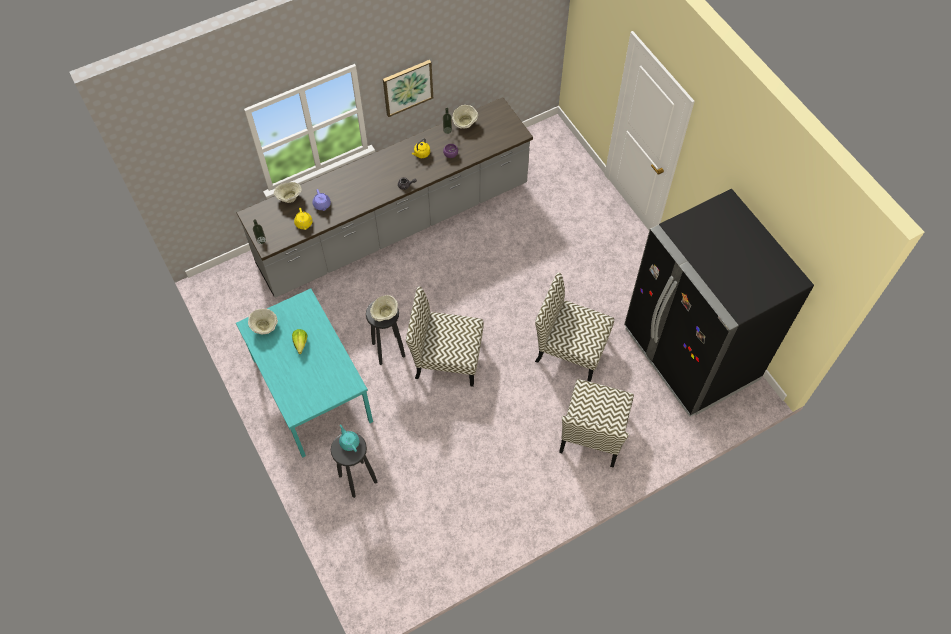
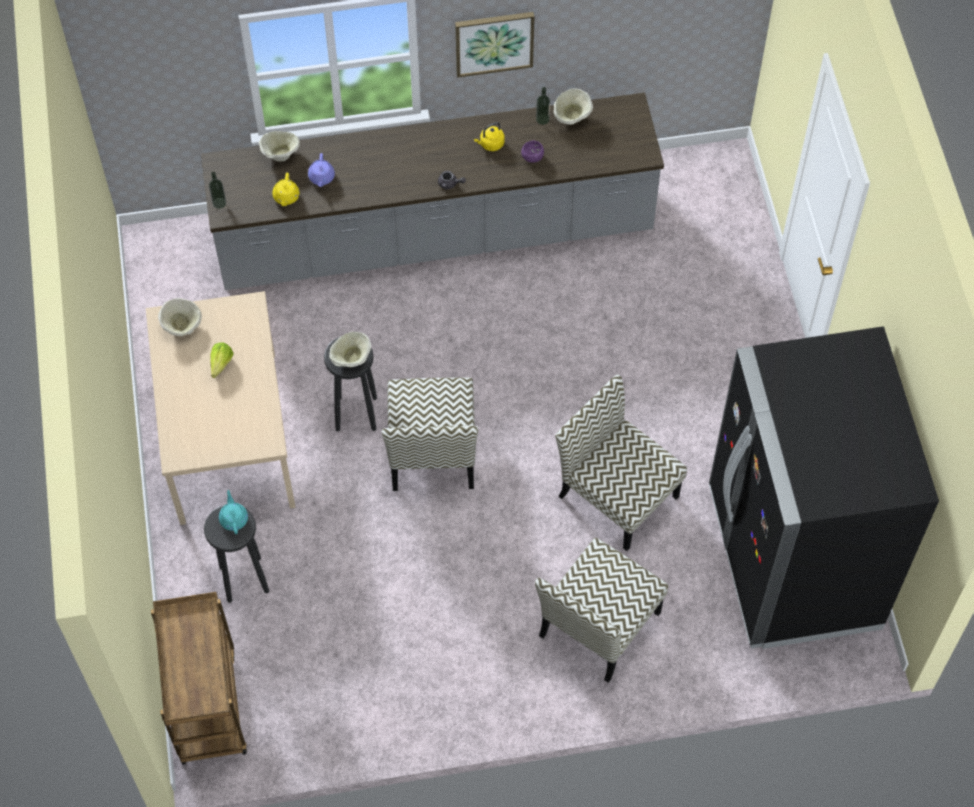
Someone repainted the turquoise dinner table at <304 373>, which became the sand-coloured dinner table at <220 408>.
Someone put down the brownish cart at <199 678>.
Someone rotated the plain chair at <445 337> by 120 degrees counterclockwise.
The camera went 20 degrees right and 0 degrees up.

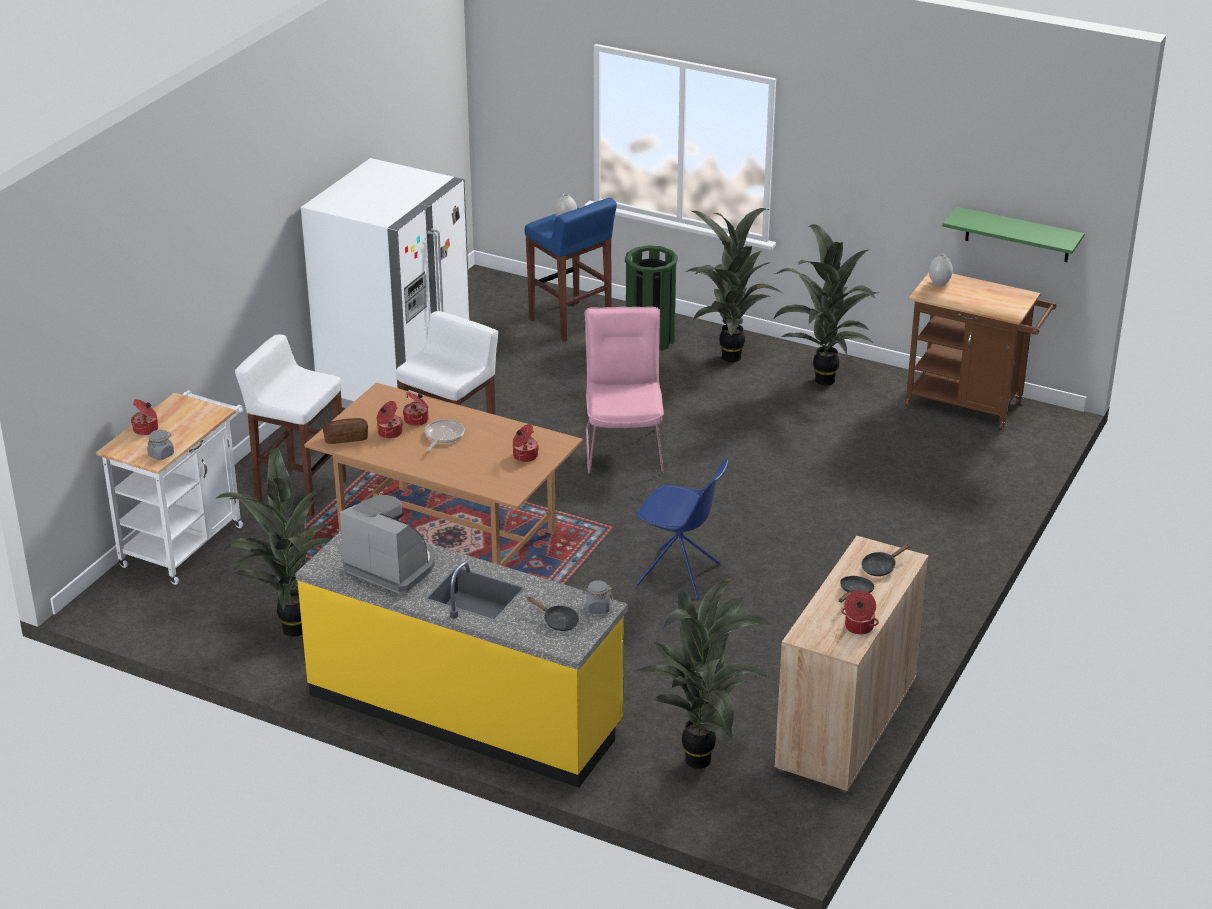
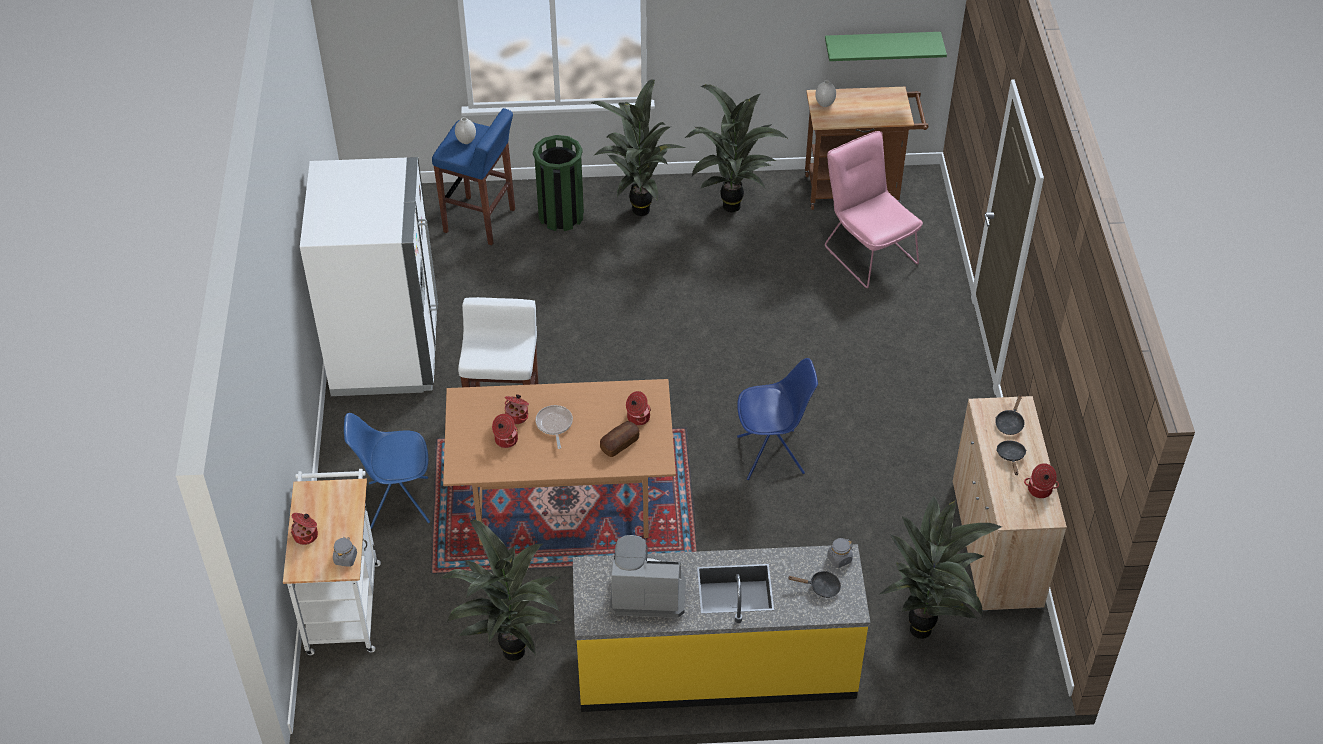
Someone swapped the whitish stool at <290 425> for the blue plain chair at <387 471>.
Someone carried the baked bread from <345 431> to <620 439>.
Someone carried the pink plain chair from <624 390> to <874 209>.
The camera went 30 degrees left and 15 degrees up.

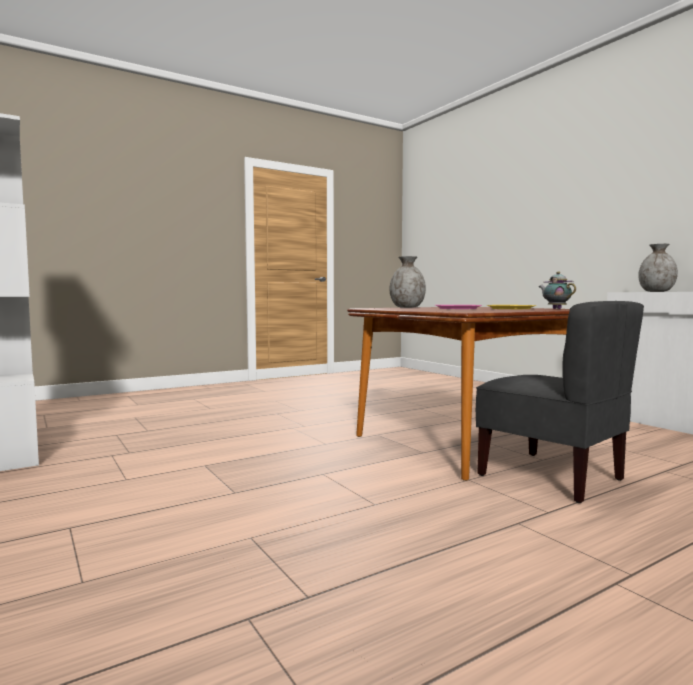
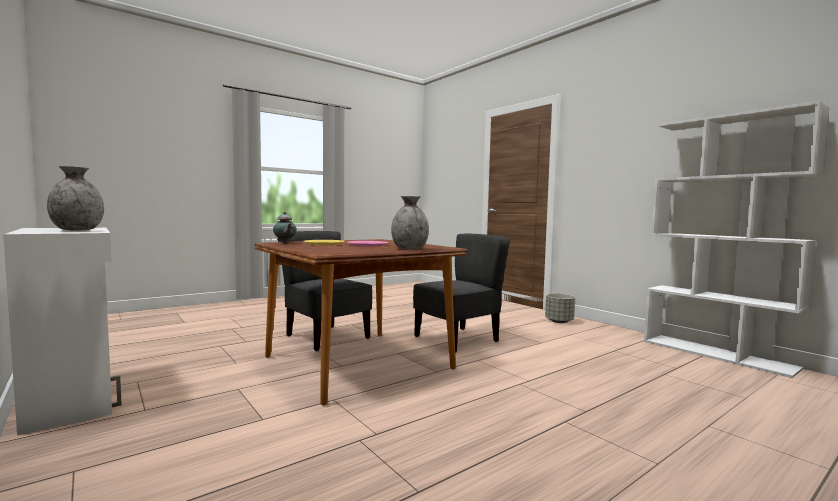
Someone put down the gray plain chair at <461 293>.
Someone put down the gray plant pot at <560 308>.
The camera went 175 degrees right and 0 degrees up.

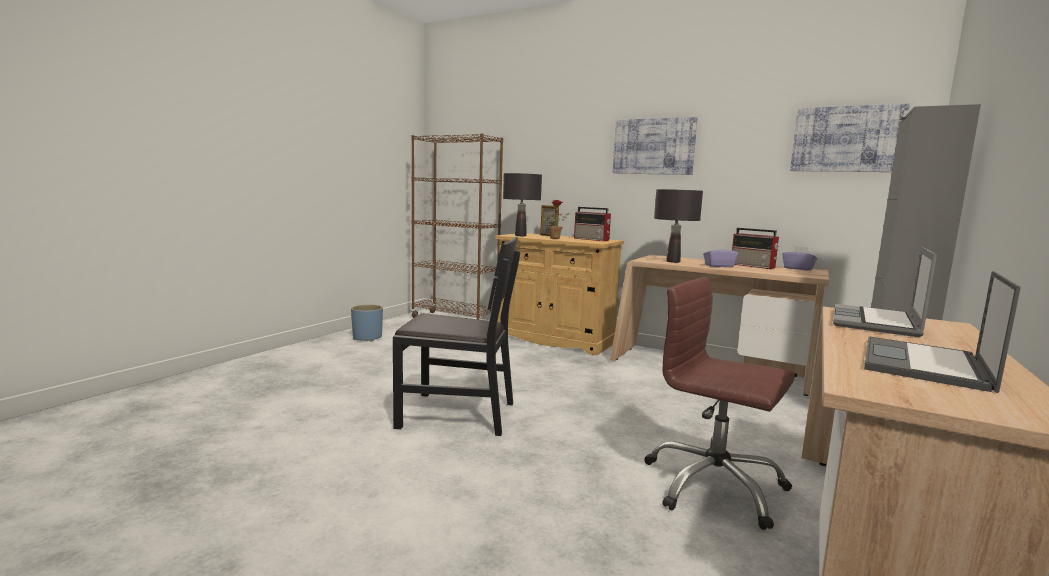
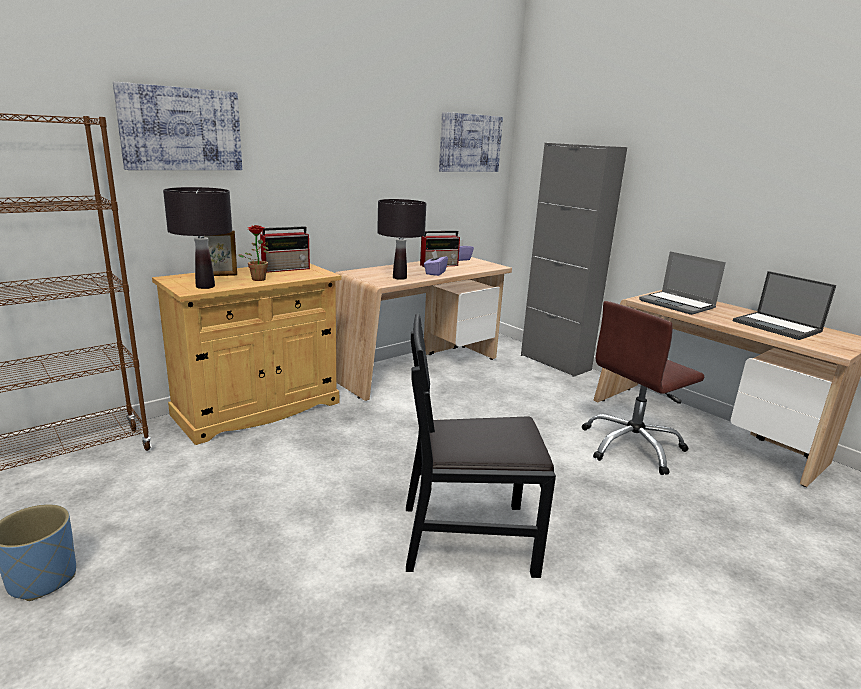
Someone carried the wall art from <655 146> to <177 126>.
Someone rotated the black-coloured plain chair at <456 336> by 120 degrees counterclockwise.
The camera went 70 degrees left and 10 degrees up.

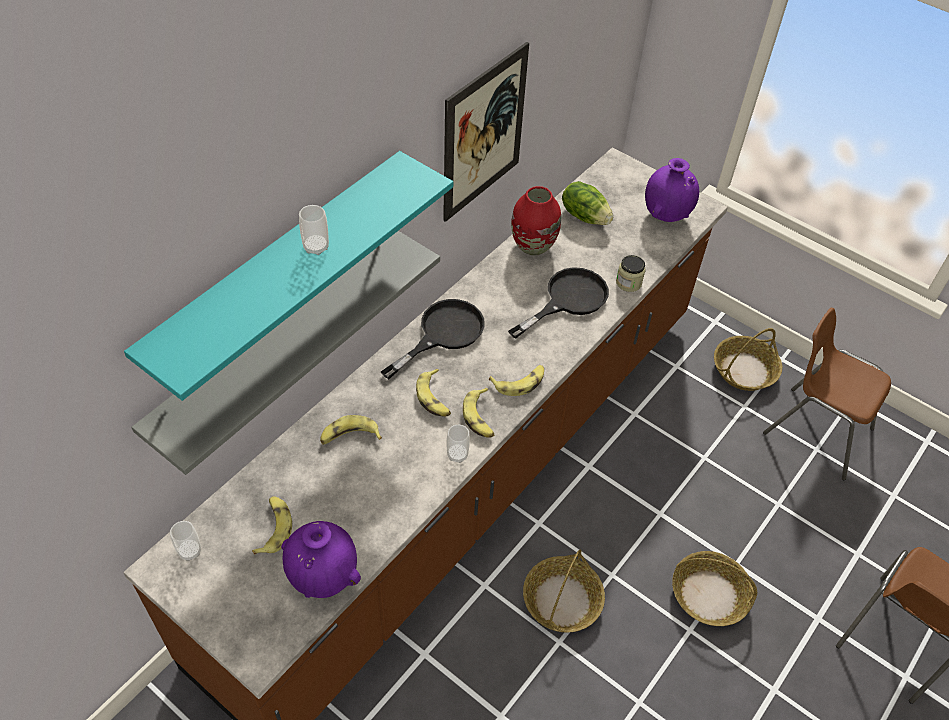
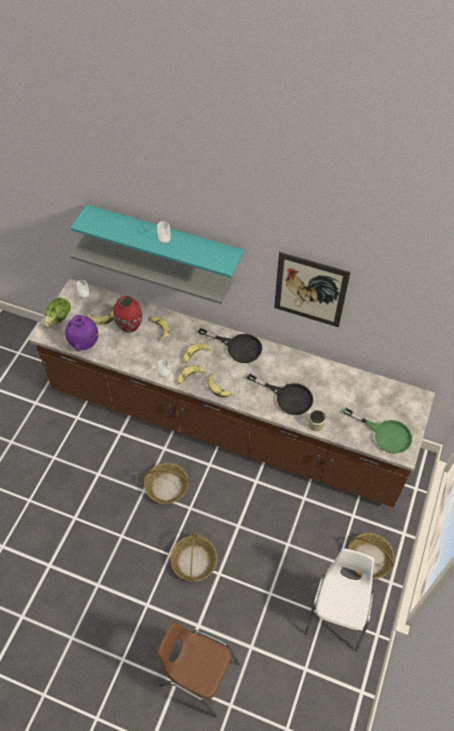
Someone carried the head of lettuce from <587 203> to <57 313>.
Someone carried the red decorative vase from <536 220> to <127 314>.
Someone repainted the brownish plain chair at <827 393>, which became the whitish plain chair at <339 600>.
Someone swapped the purplish decorative vase at <672 190> for the green frying pan at <377 431>.
The camera went 75 degrees right and 5 degrees up.

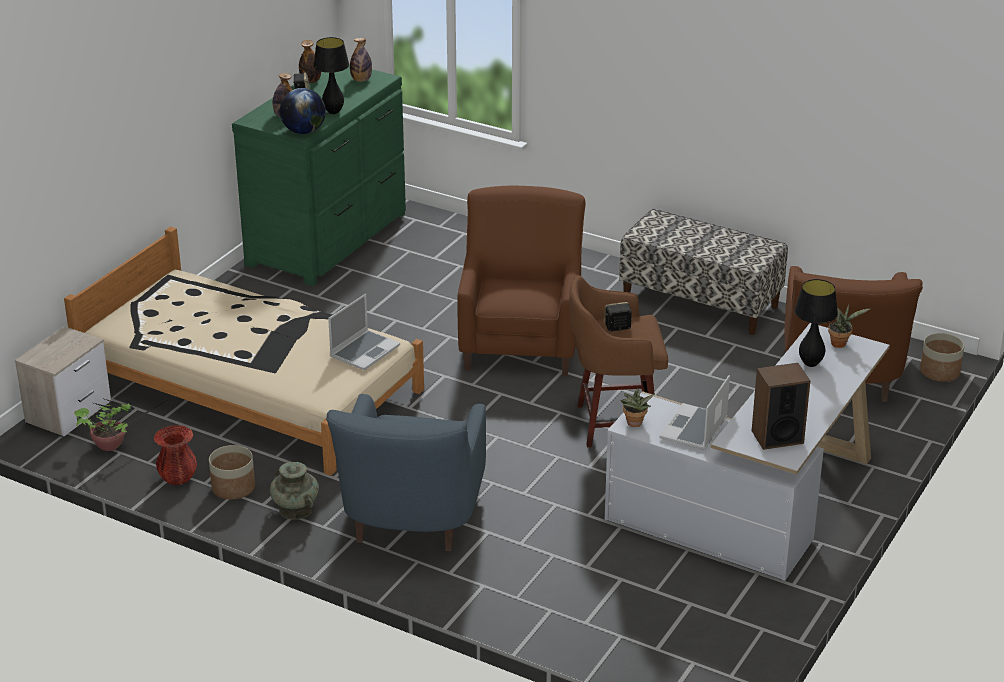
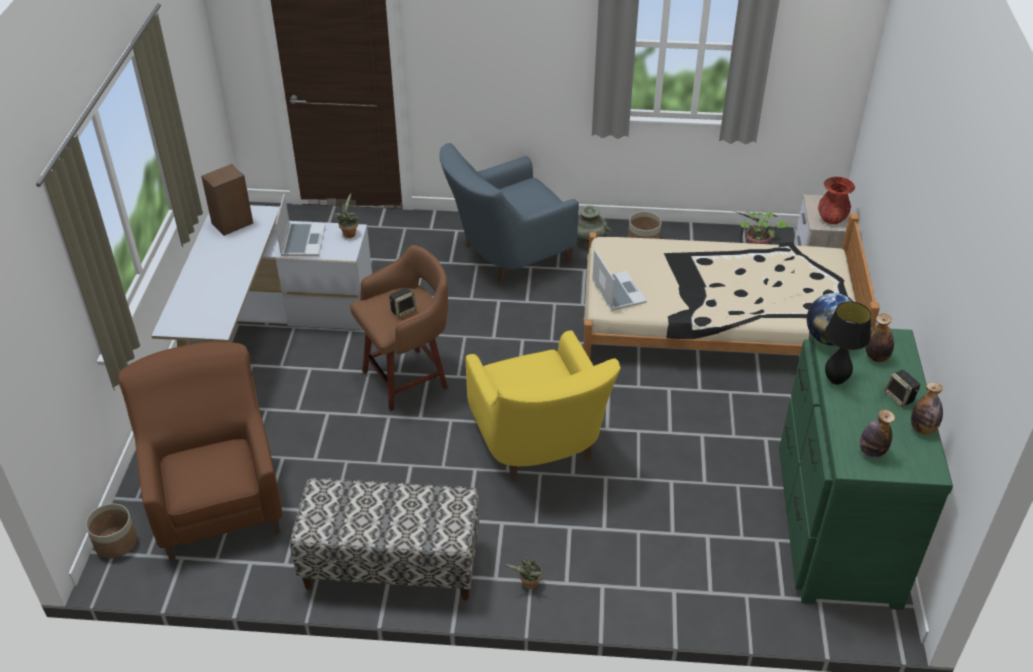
Someone rotated the blue armchair at <406 472> by 105 degrees counterclockwise.
Someone repainted the brownish armchair at <521 281>, which became the yellow-coloured armchair at <543 406>.
Someone carried the potted plant from <849 326> to <524 572>.
Someone rotated the portable computer at <364 332> by 150 degrees clockwise.
Someone carried the red decorative vase from <175 455> to <836 200>.
Someone took away the black-coloured tabletop lamp at <816 323>.
The camera went 155 degrees right and 10 degrees up.

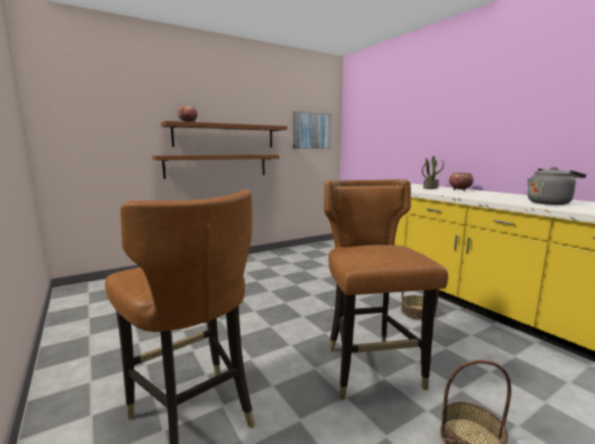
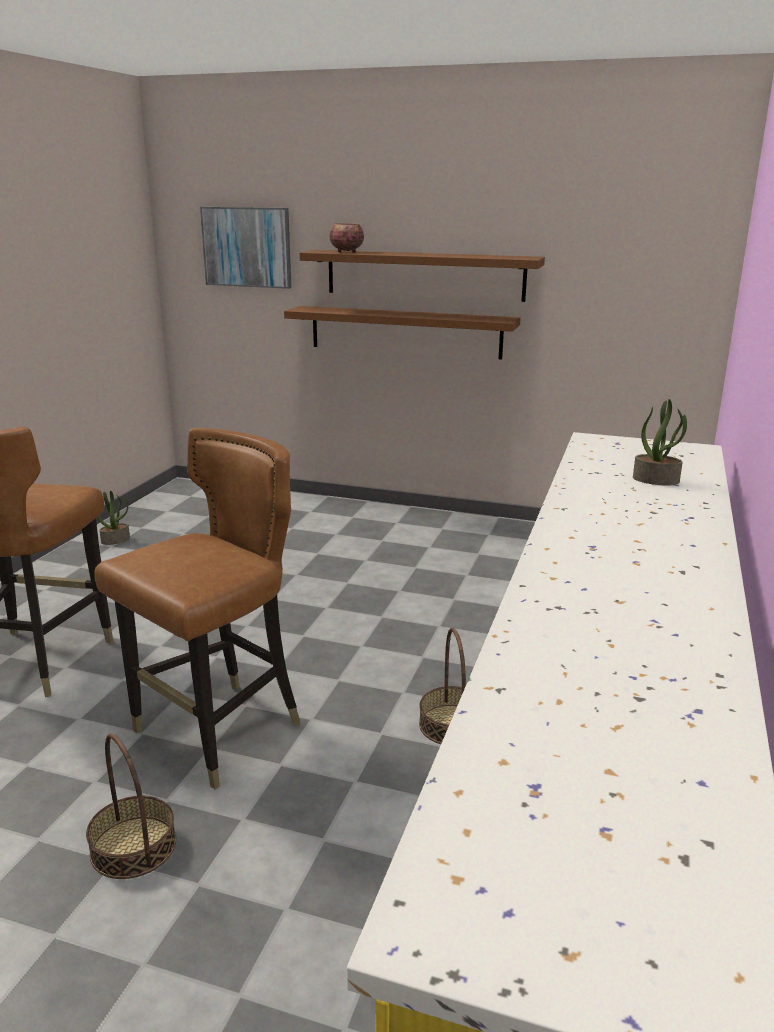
Someone put down the potted plant at <113 518>.
Someone carried the wall art from <312 130> to <245 248>.
Someone took away the deep dish at <461 182>.
Someone took away the gray water kettle at <556 186>.
The camera went 50 degrees right and 10 degrees up.

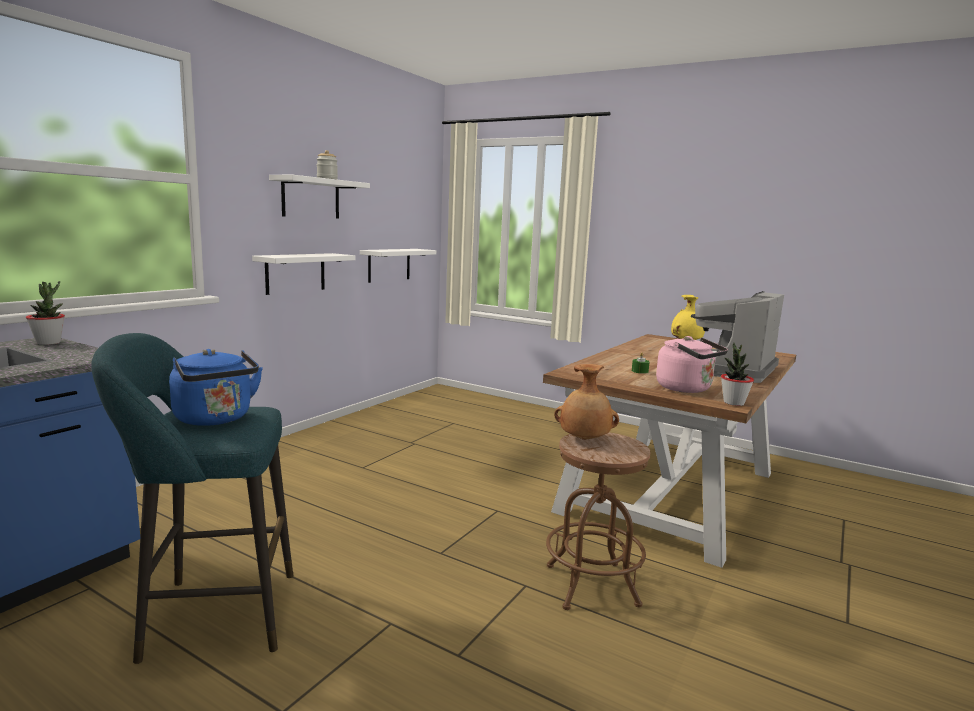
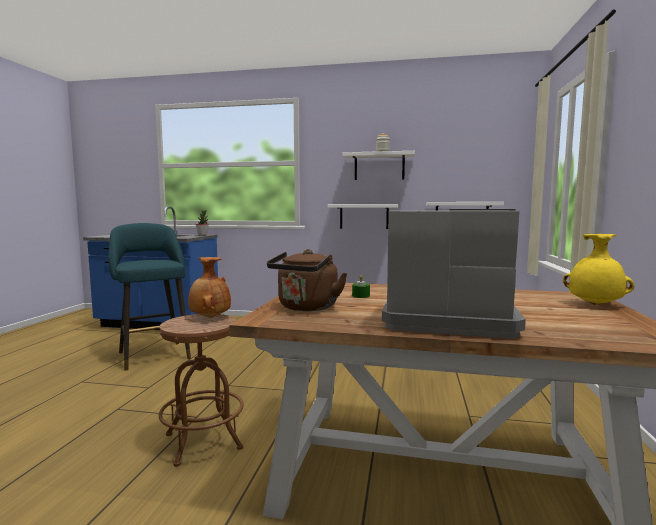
Someone repainted the pink water kettle at <692 364>, which became the brownish water kettle at <307 280>.
Someone took away the blue water kettle at <216 387>.
Someone took away the potted plant at <737 374>.
The camera went 70 degrees right and 5 degrees down.

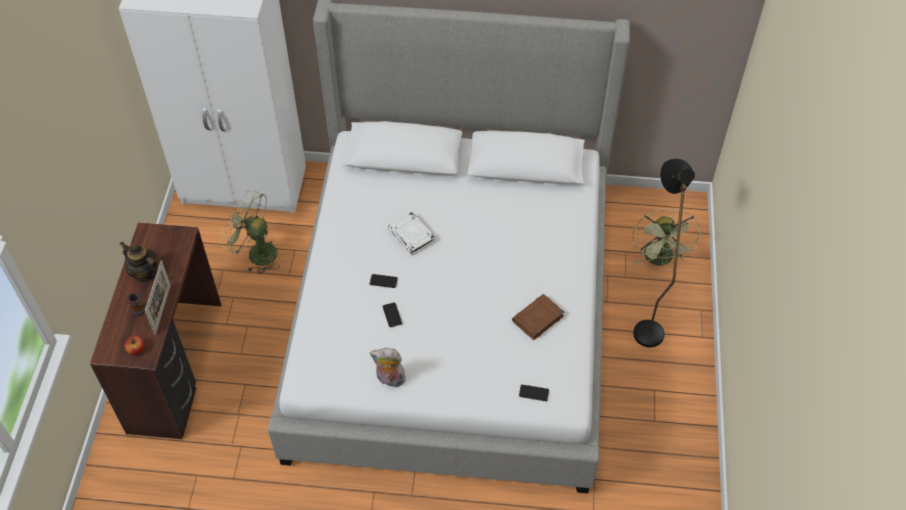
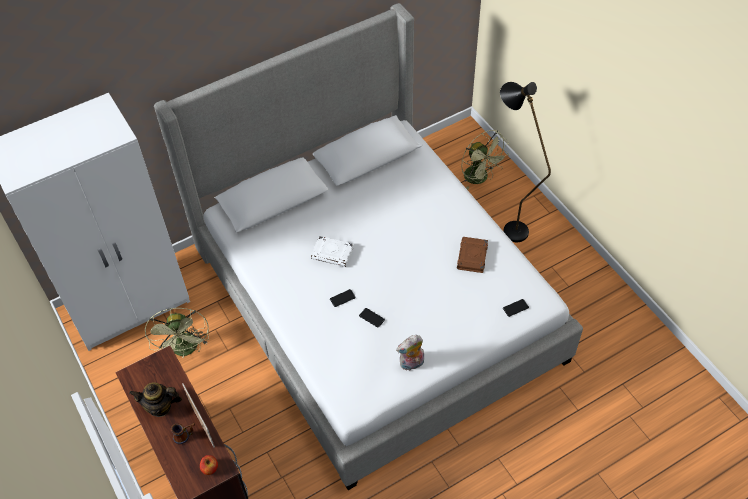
Someone rotated the green fan at <250 232> by 90 degrees counterclockwise.
The camera went 35 degrees left and 0 degrees up.

